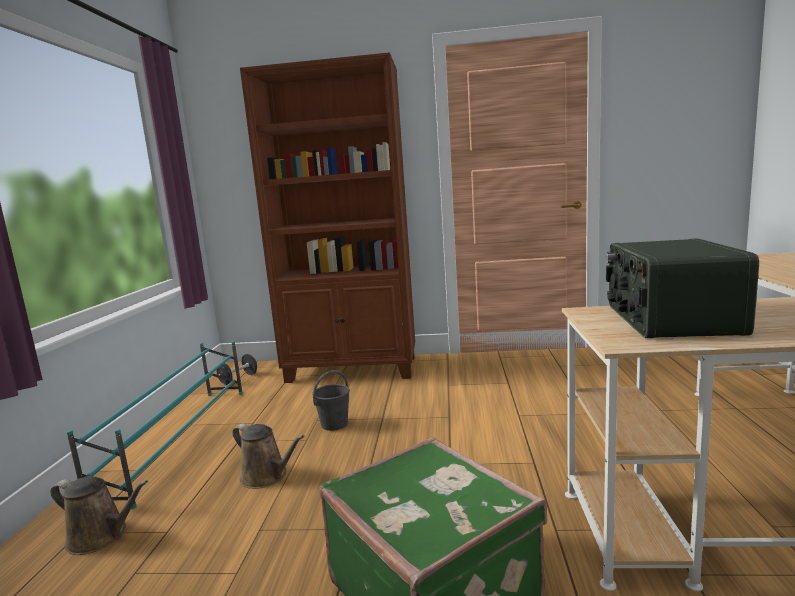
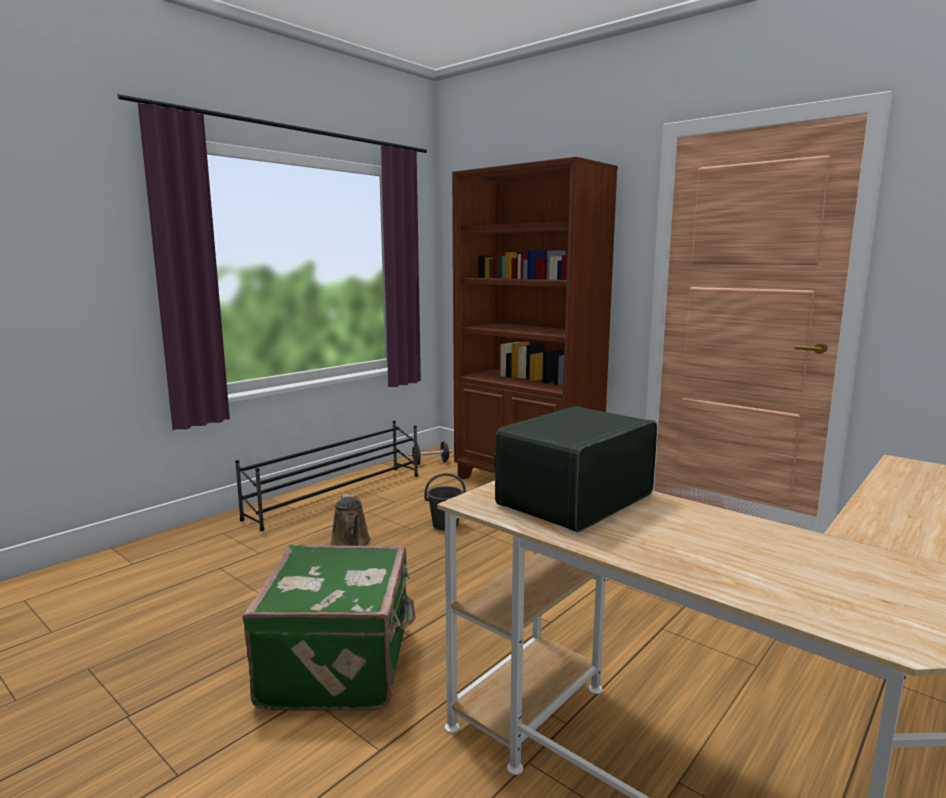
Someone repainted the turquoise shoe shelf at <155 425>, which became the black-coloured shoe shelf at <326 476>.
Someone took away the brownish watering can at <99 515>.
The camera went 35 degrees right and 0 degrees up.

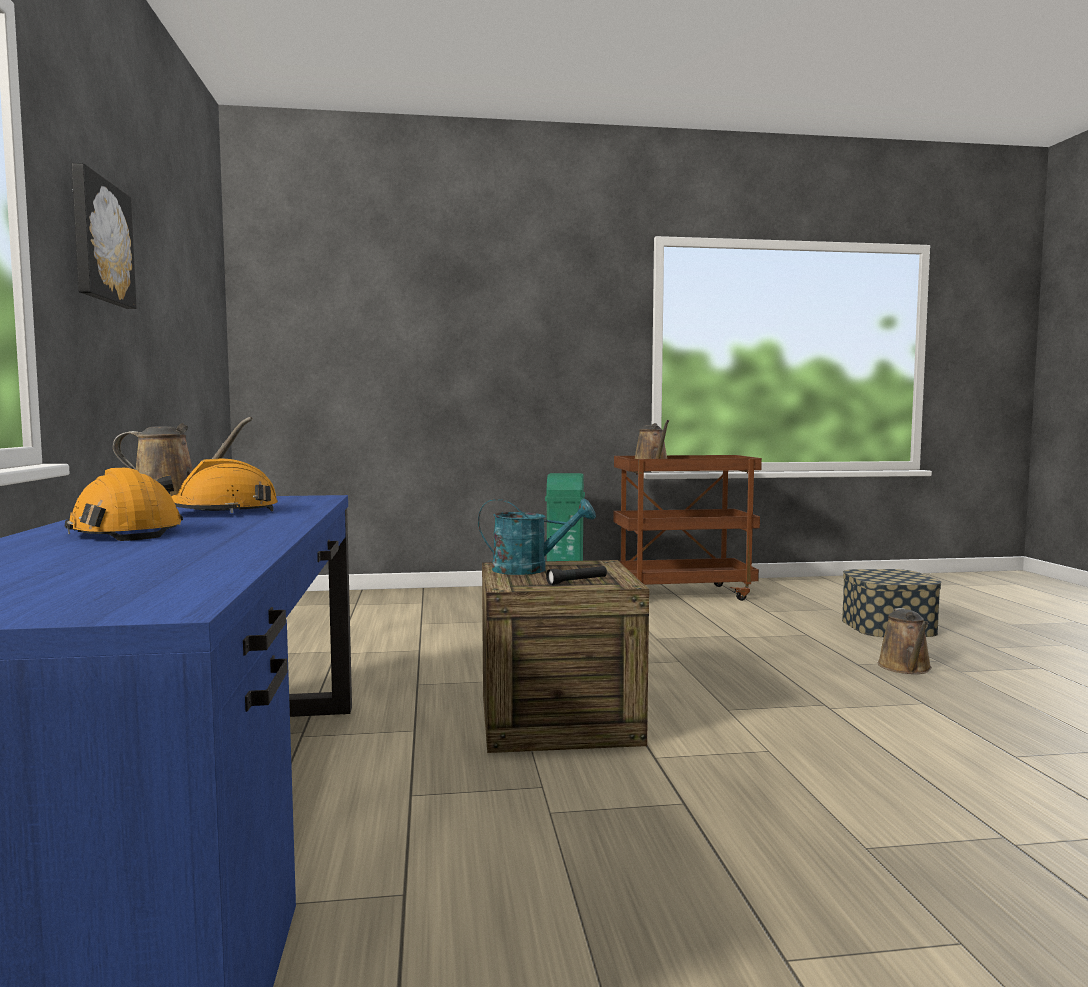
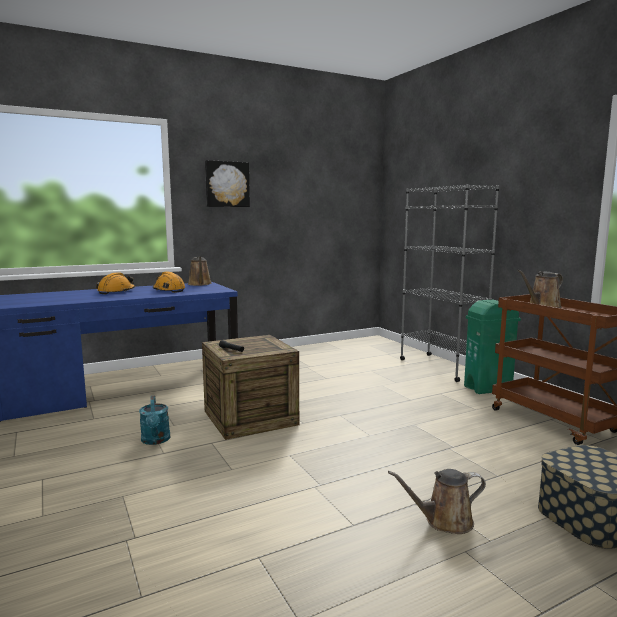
Someone carried the turquoise watering can from <537 537> to <154 420>.
Someone put down the gray bookshelf at <449 283>.
The camera went 70 degrees right and 5 degrees up.

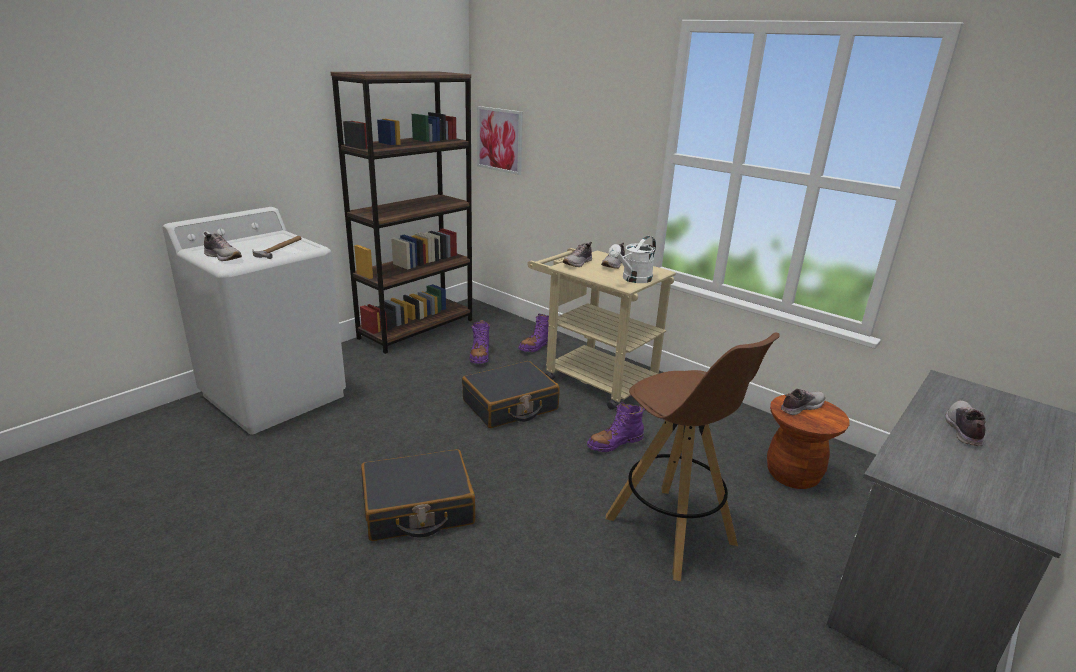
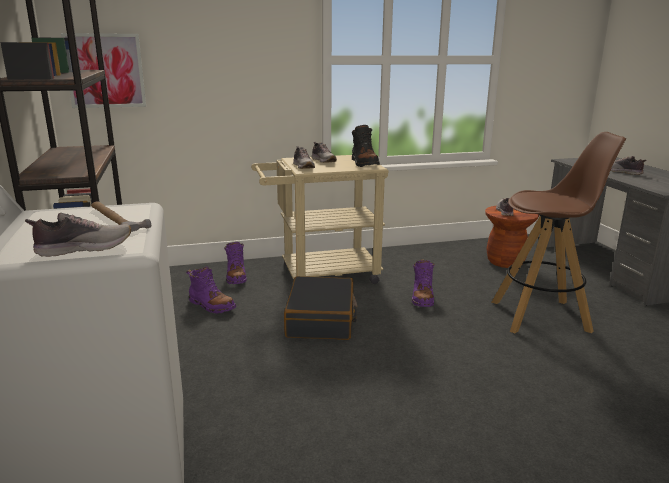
Someone swapped the whitish watering can at <632 259> for the black-coloured high-top boot at <366 146>.
Someone took away the black-coloured piece of luggage at <418 495>.
The camera went 55 degrees left and 5 degrees down.

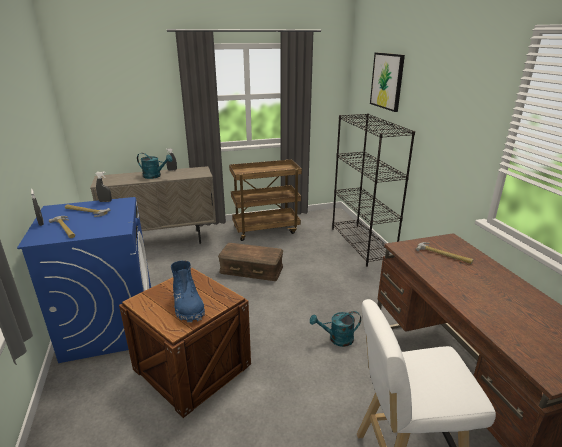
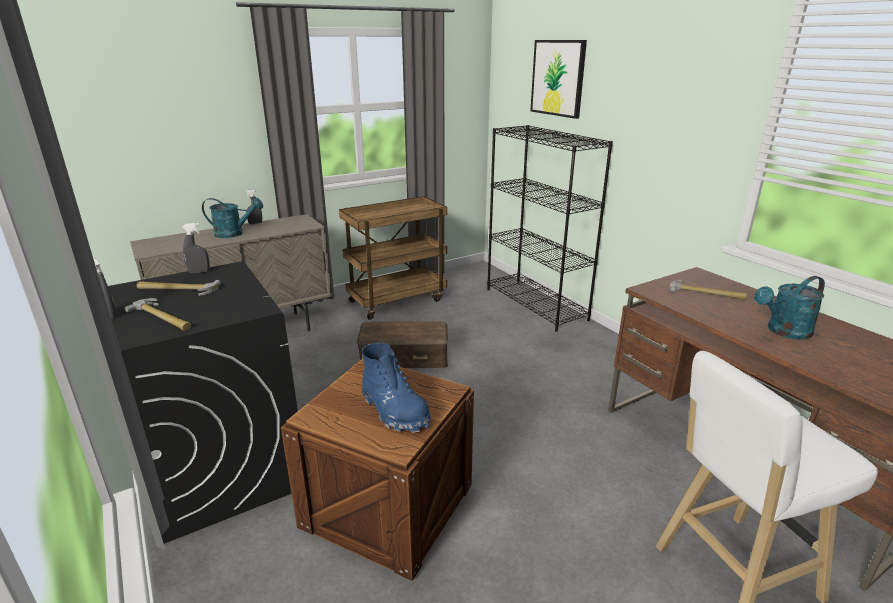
Someone repainted the blue washing machine at <84 280>, which became the black-coloured washing machine at <203 402>.
Someone carried the turquoise watering can from <335 329> to <789 308>.
The camera went 15 degrees left and 0 degrees up.

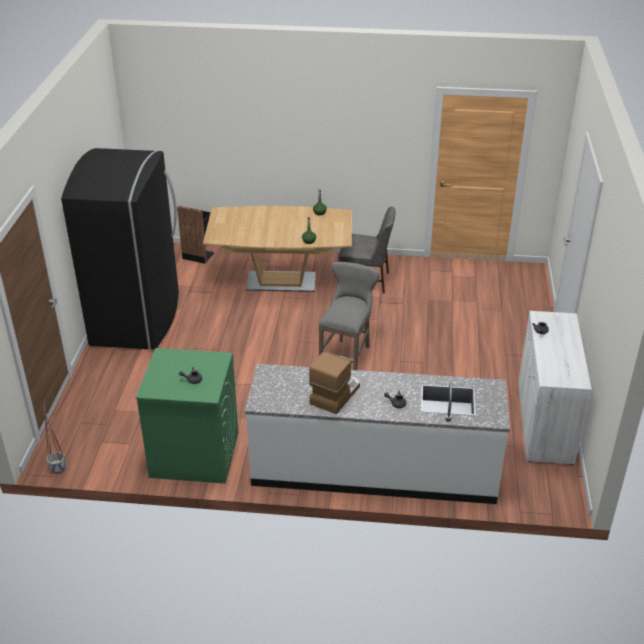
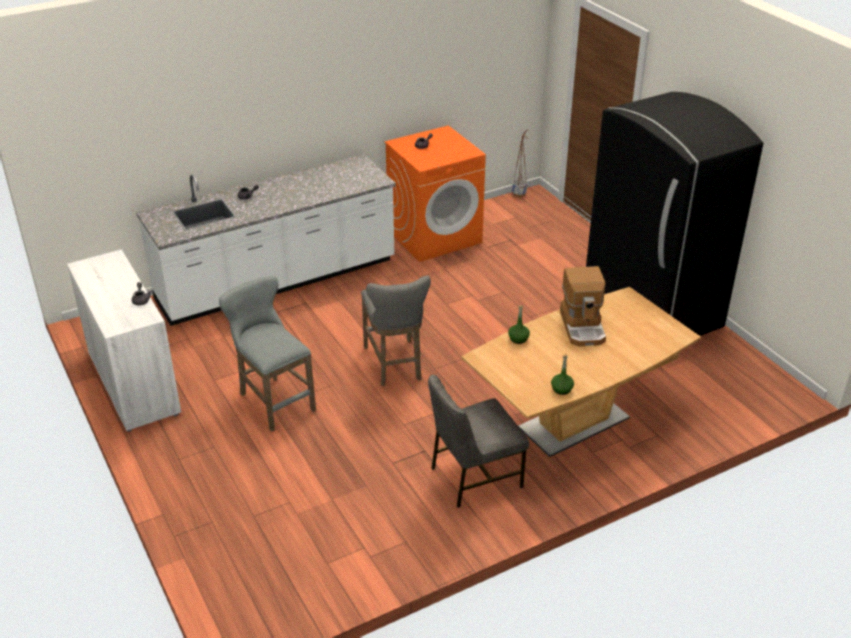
Someone put down the gray stool at <267 354>.
Someone repainted the green washing machine at <187 416>, which became the orangey washing machine at <435 193>.
Someone carried the coffee maker from <334 382> to <583 306>.
Someone took away the black-coloured waste bin at <196 235>.
The camera went 145 degrees right and 0 degrees up.

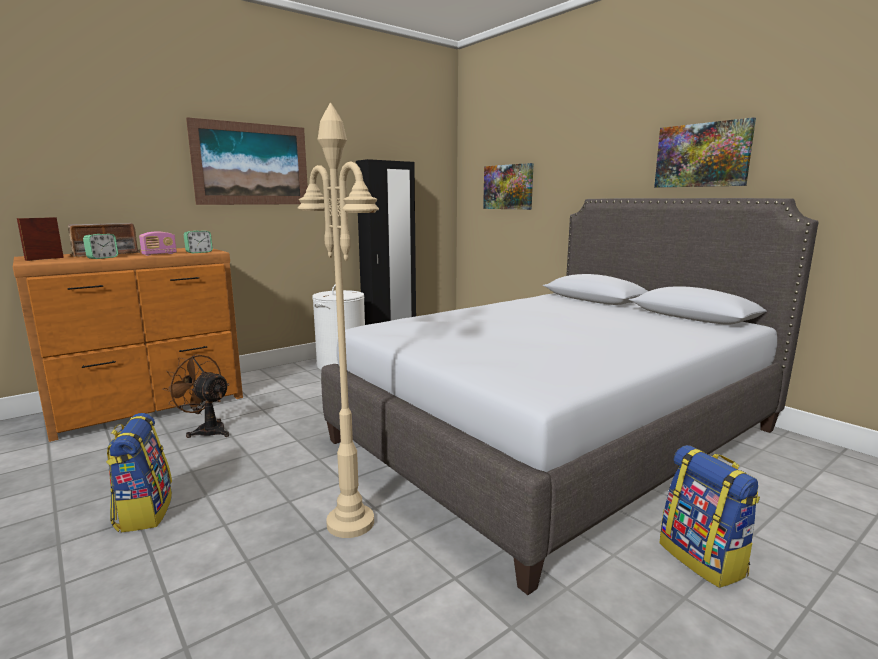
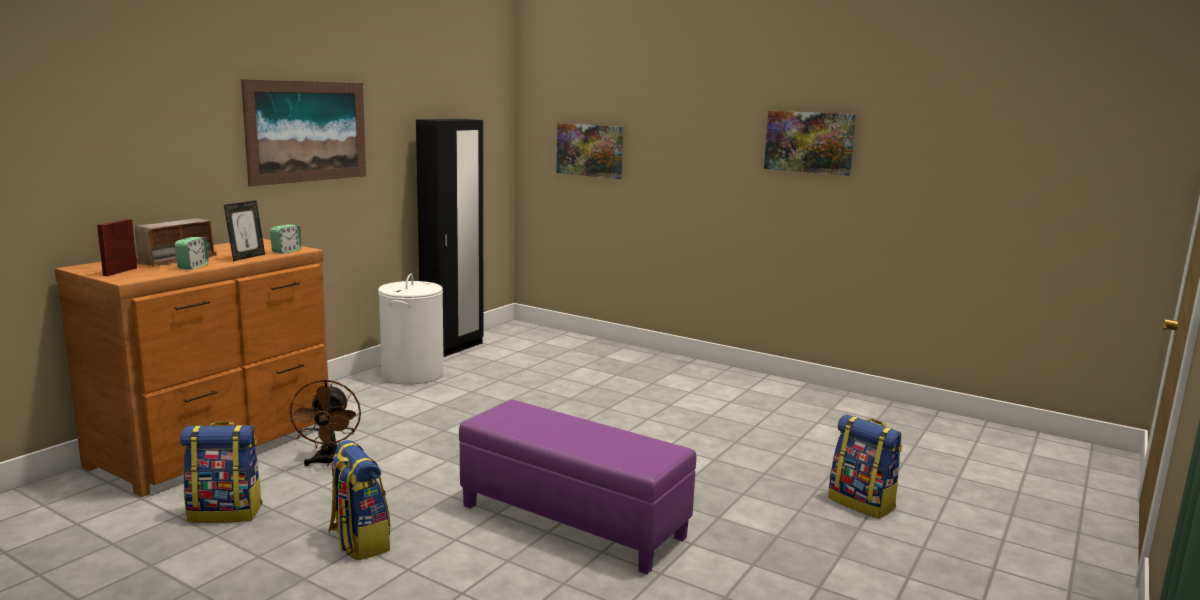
Someone put down the knapsack at <221 472>.
Someone swapped the radio at <158 244> for the standing frame at <244 230>.
Someone rotated the brownish fan at <196 396> by 105 degrees counterclockwise.
Someone swapped the sand-coloured standing lamp at <338 320> for the purplish footrest at <577 486>.
Someone took away the gray bed at <570 396>.
The camera went 20 degrees left and 0 degrees up.

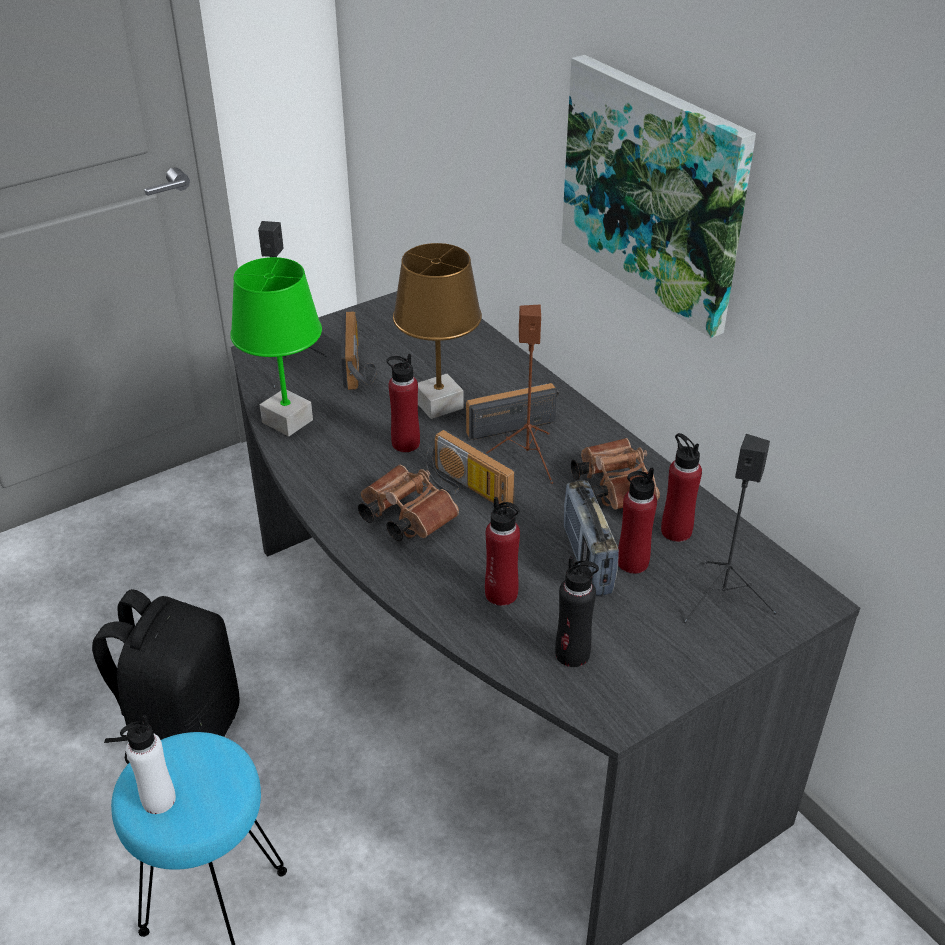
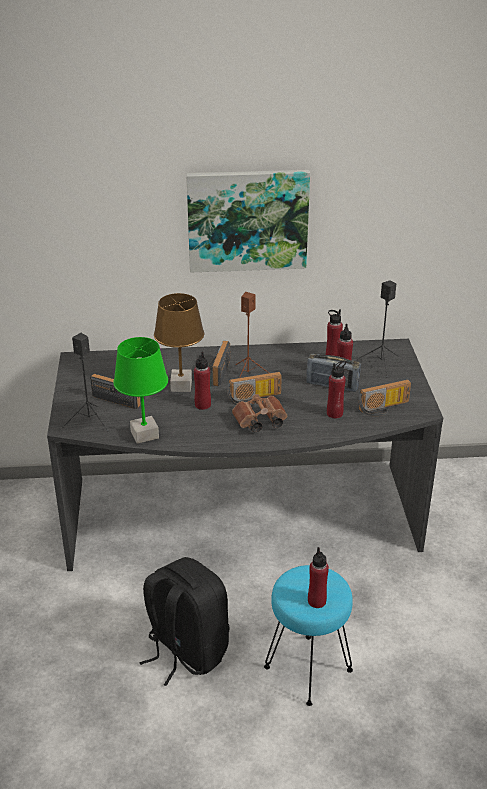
Someone repainted the whitish beverage bottle at <148 764>, which became the red beverage bottle at <318 577>.
Someone swapped the black-coloured beverage bottle at <577 611> for the radio at <384 397>.
Someone took away the brownish pair of binoculars at <615 474>.
The camera went 60 degrees left and 5 degrees down.

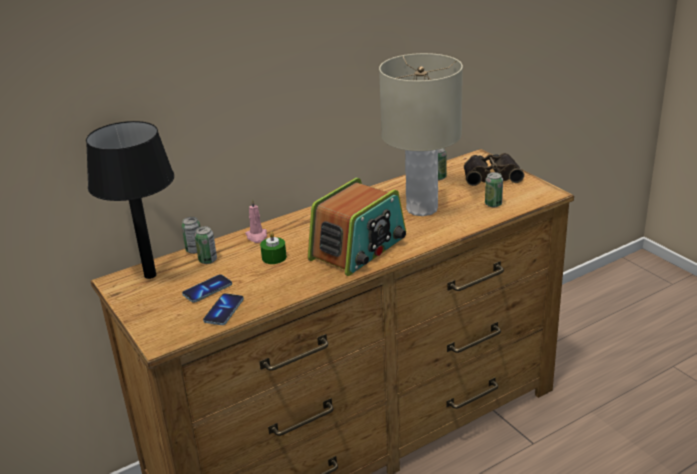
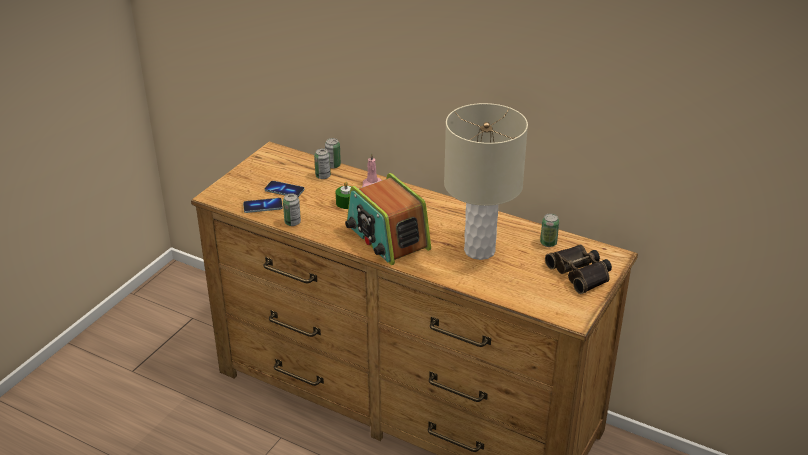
Someone carried the can from <494 189> to <292 209>.
Someone rotated the radio at <357 227> by 45 degrees clockwise.
Someone took away the black-coloured tabletop lamp at <130 200>.
The camera went 60 degrees right and 5 degrees up.

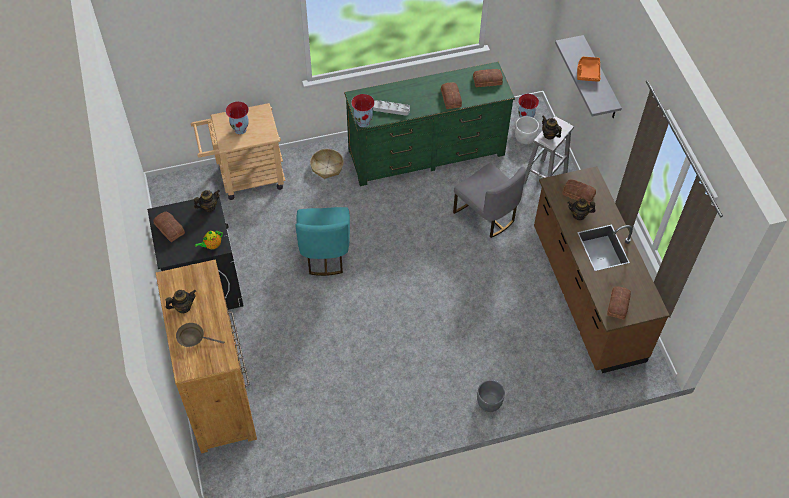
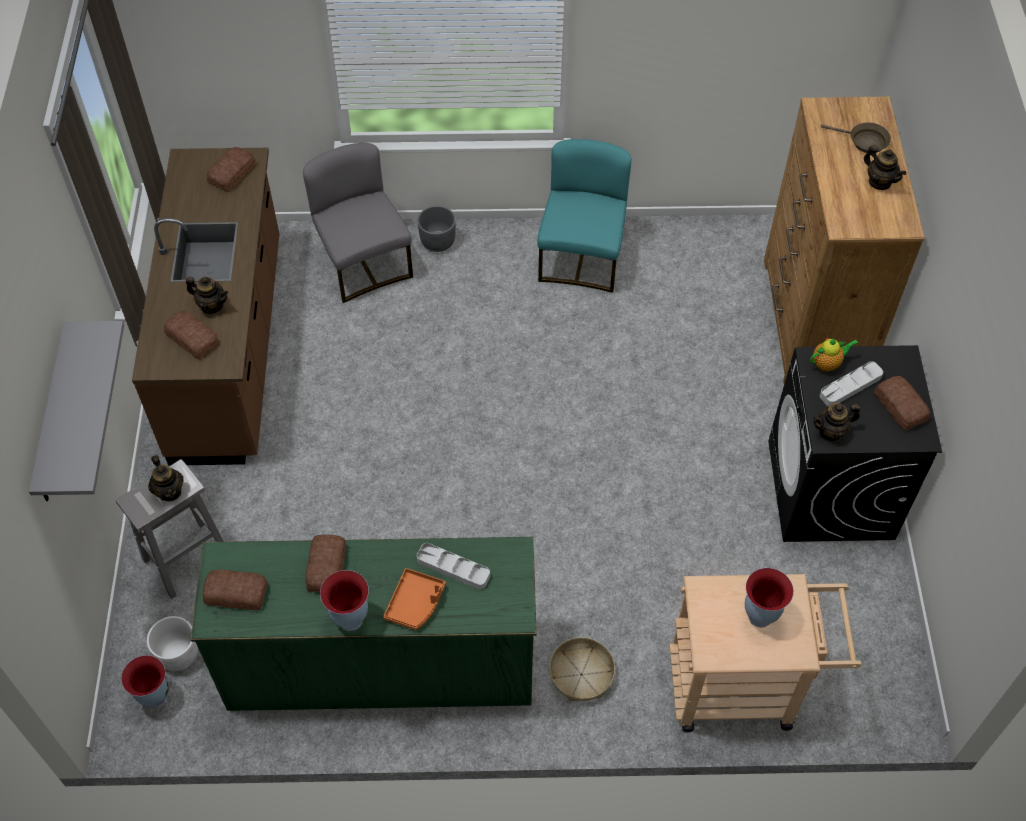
Someone carried the gray plain chair from <489 200> to <358 223>.
Someone carried the decorative vase from <363 110> to <344 600>.
Someone carried the orangey tray from <588 69> to <414 599>.
Someone carried the turquoise plain chair from <322 241> to <584 216>.
Someone put down the gray tray at <851 383>.
Someone rotated the teapot at <181 301> by 120 degrees counterclockwise.
The camera went 165 degrees left and 0 degrees up.

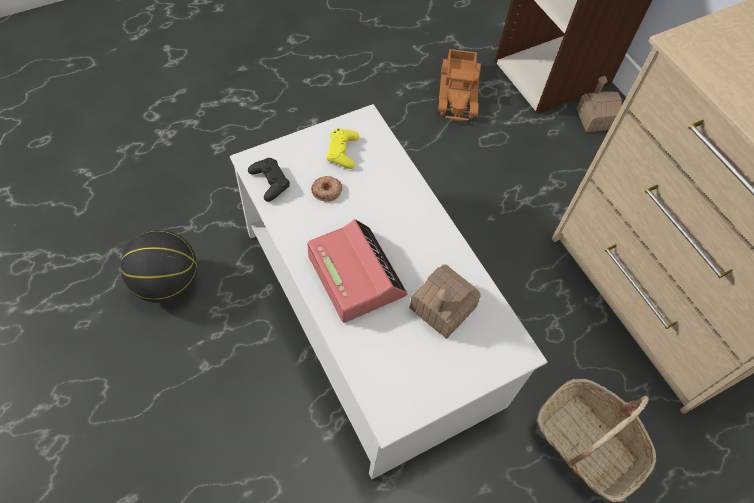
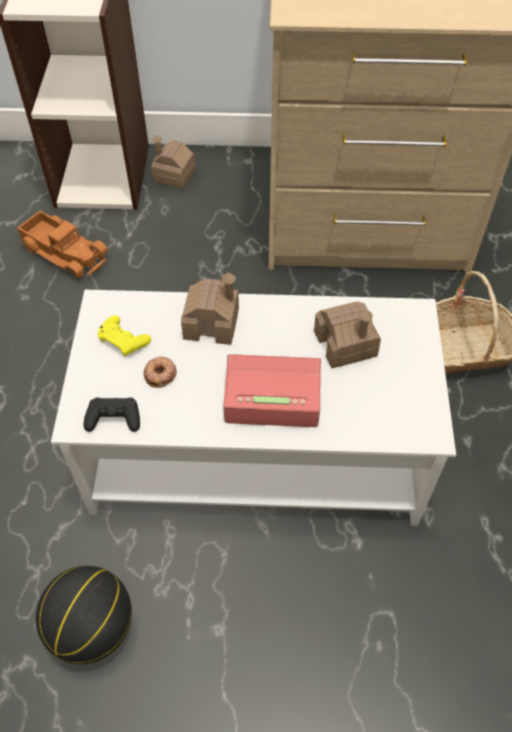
Someone put down the toy house at <210 308>.
The camera went 55 degrees left and 5 degrees down.

